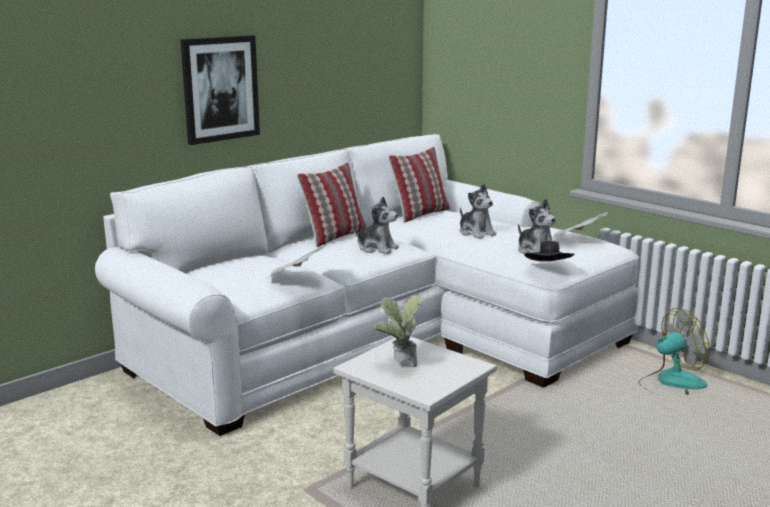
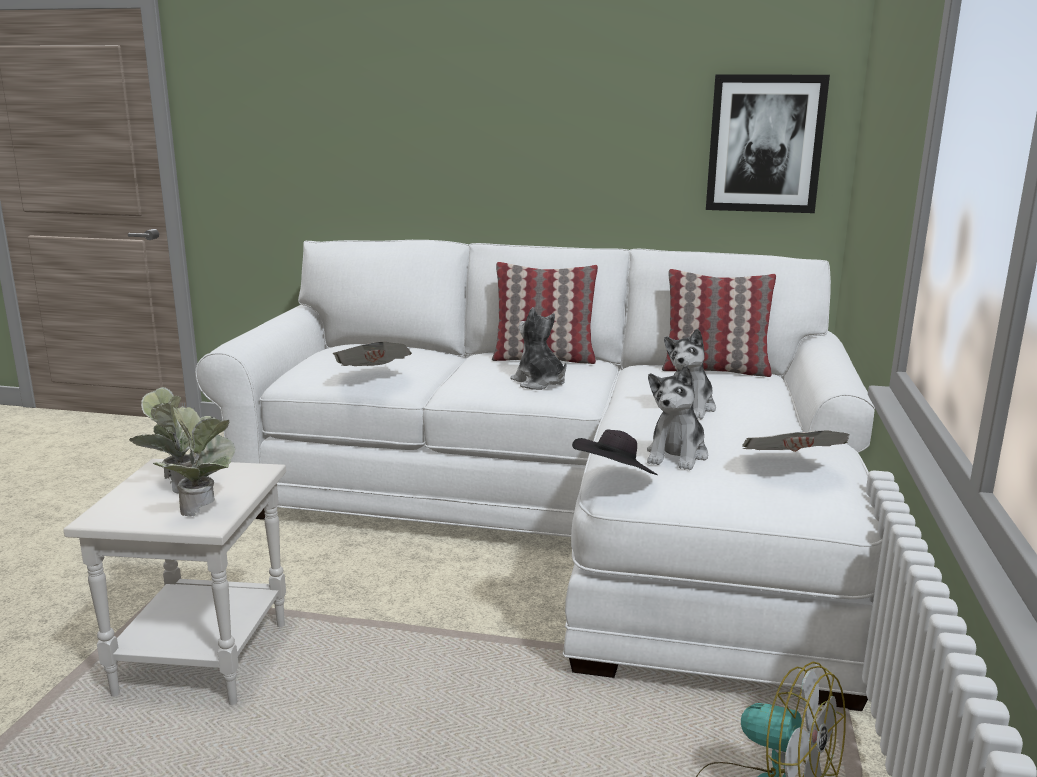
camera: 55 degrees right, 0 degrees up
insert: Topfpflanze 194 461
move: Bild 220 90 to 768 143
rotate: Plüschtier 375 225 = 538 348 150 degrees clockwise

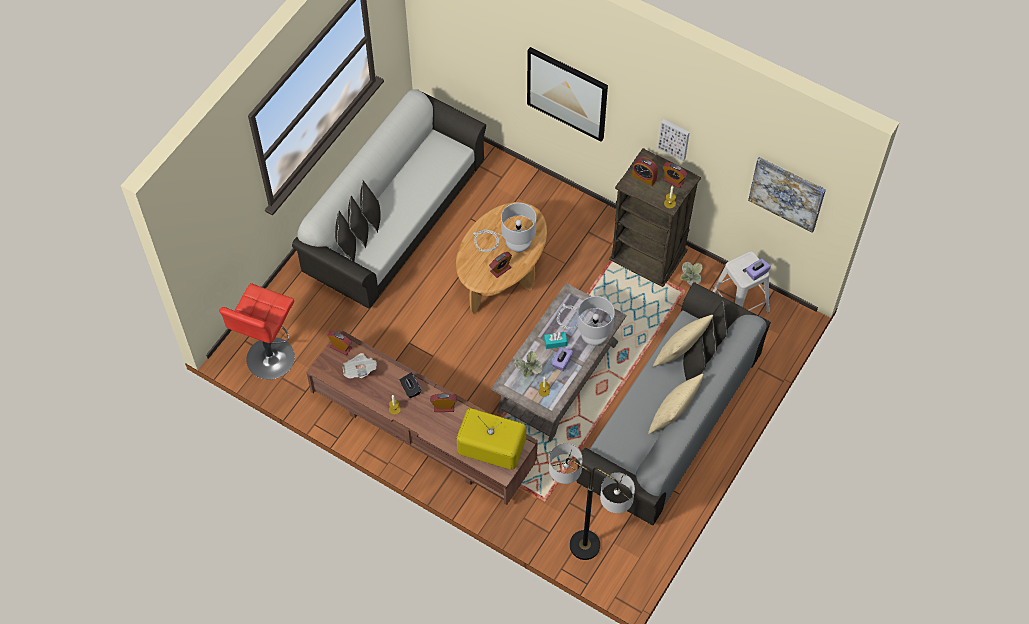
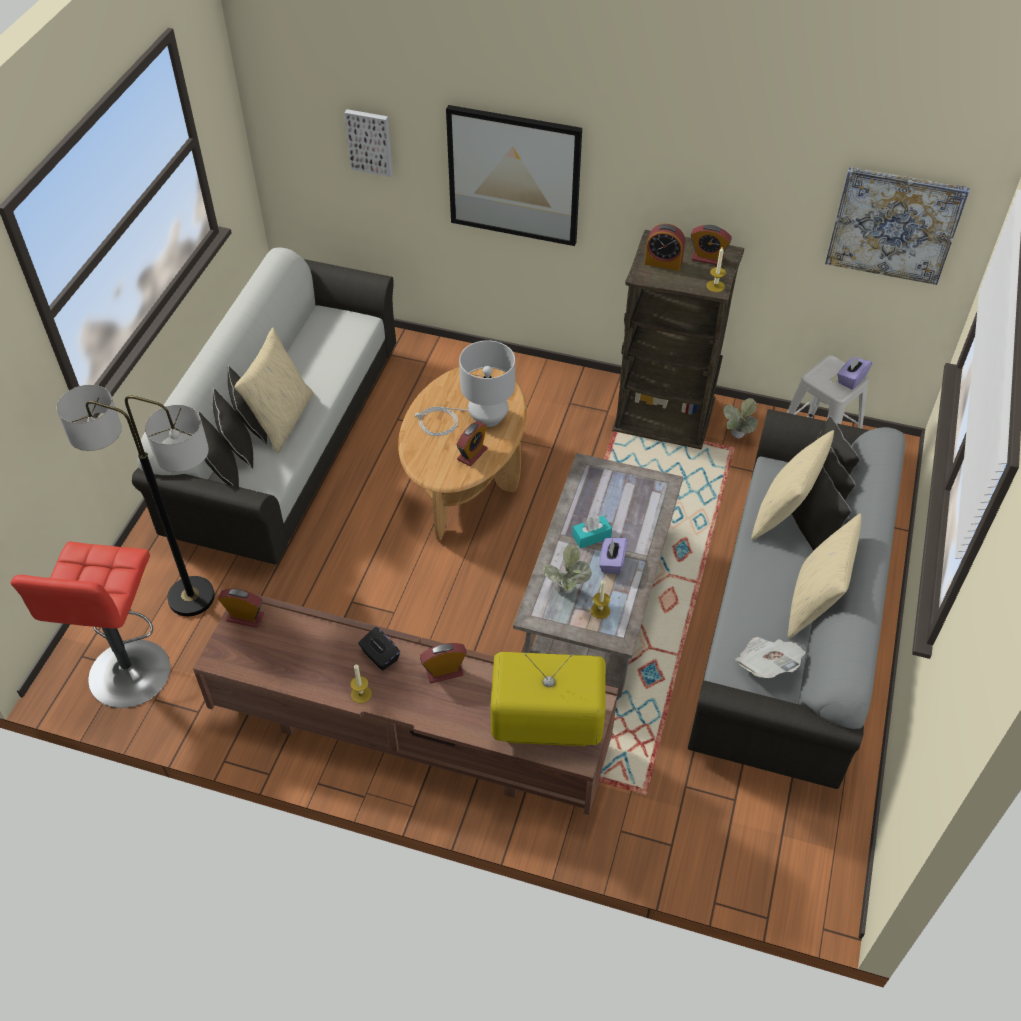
camera: 15 degrees left, 10 degrees down
delete: Tischlampe (grau) 586 321
insert: Kissen (beige) 273 391
move: Zeitung 360 365 to 770 657; Stehlampe 592 501 to 136 500; Bild 674 140 to 368 143

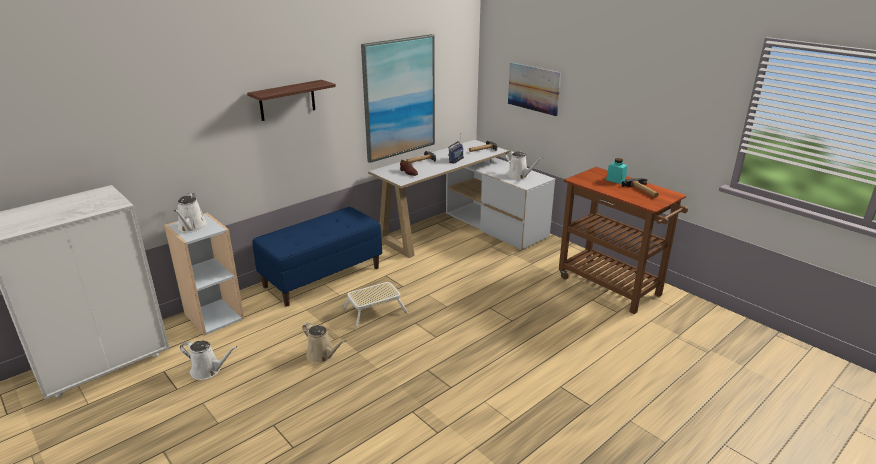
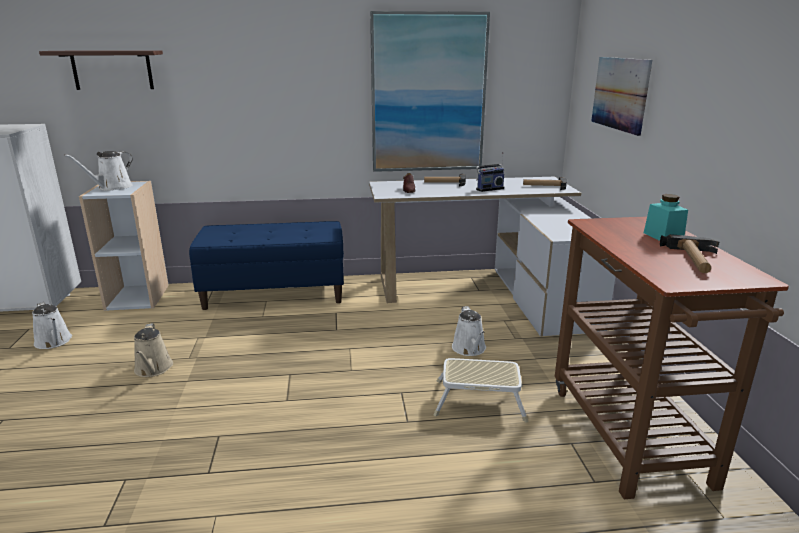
camera: 35 degrees right, 5 degrees down
move: Wandregal 291 100 to 101 70; Trittleiter (beige) 375 305 to 481 390; Gießkanne (weiß) 524 165 to 469 331

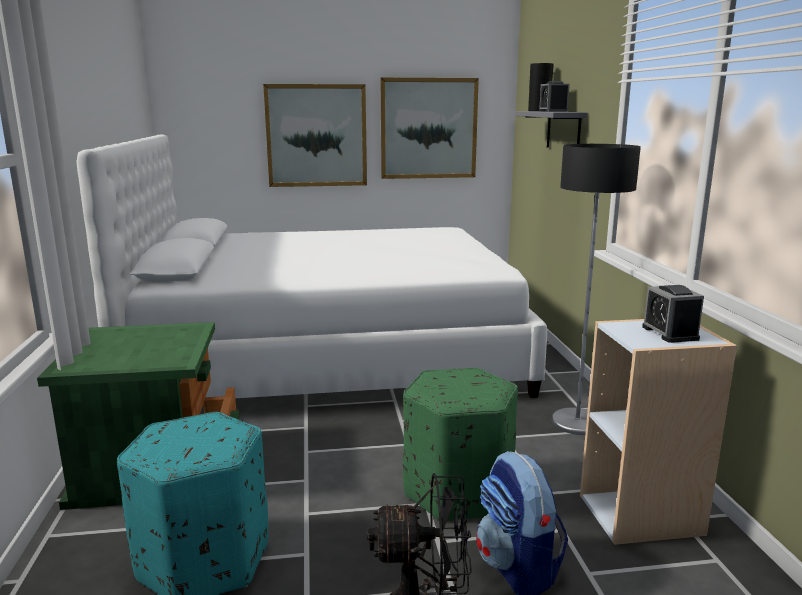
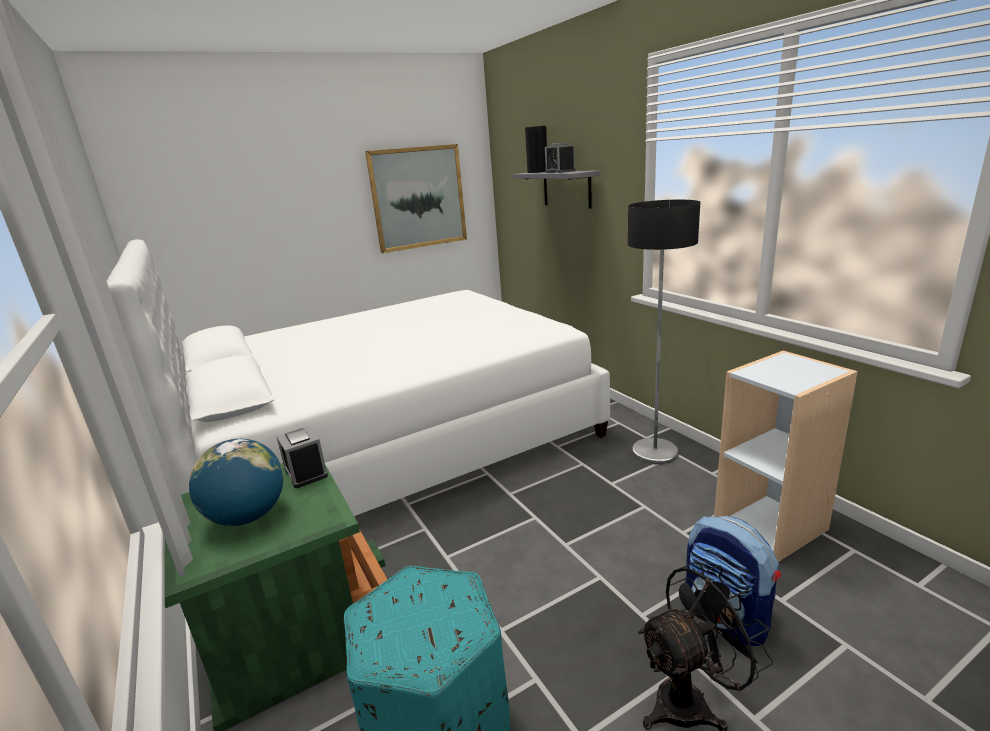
camera: 20 degrees left, 5 degrees up
delete: Bild 315 135; Polsterhocker (grün) 460 444
insert: Globus 236 482
move: Wecker 673 314 to 302 457

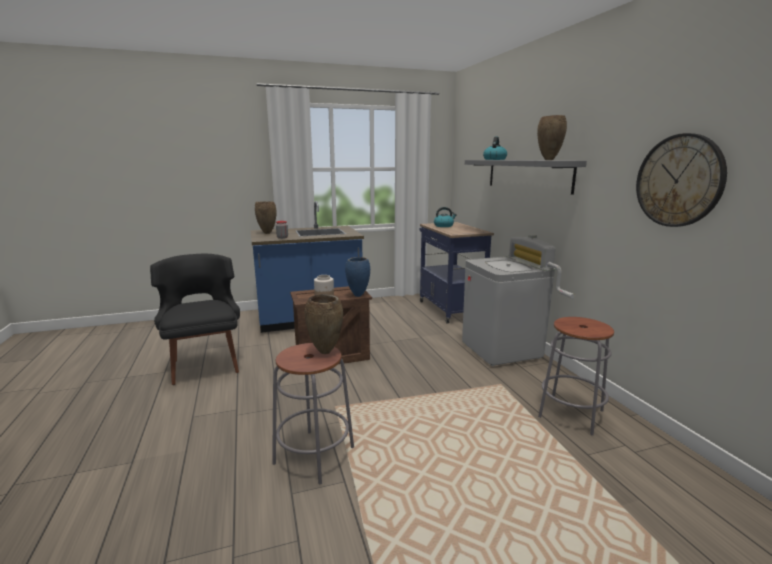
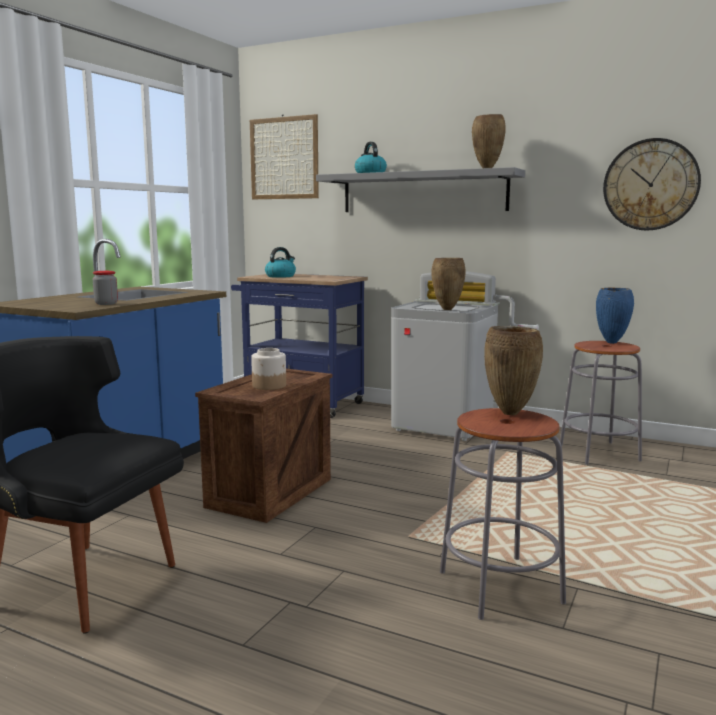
camera: 45 degrees left, 5 degrees down
insert: Bild 284 156
move: Vase (braun) 266 217 to 448 284; Vase (blau) 357 277 to 615 316

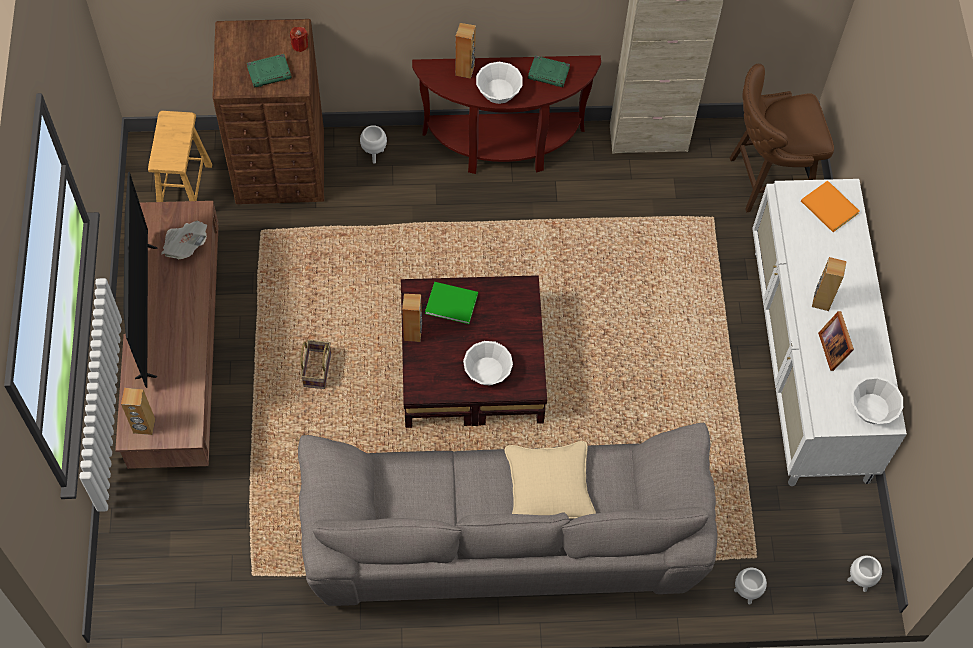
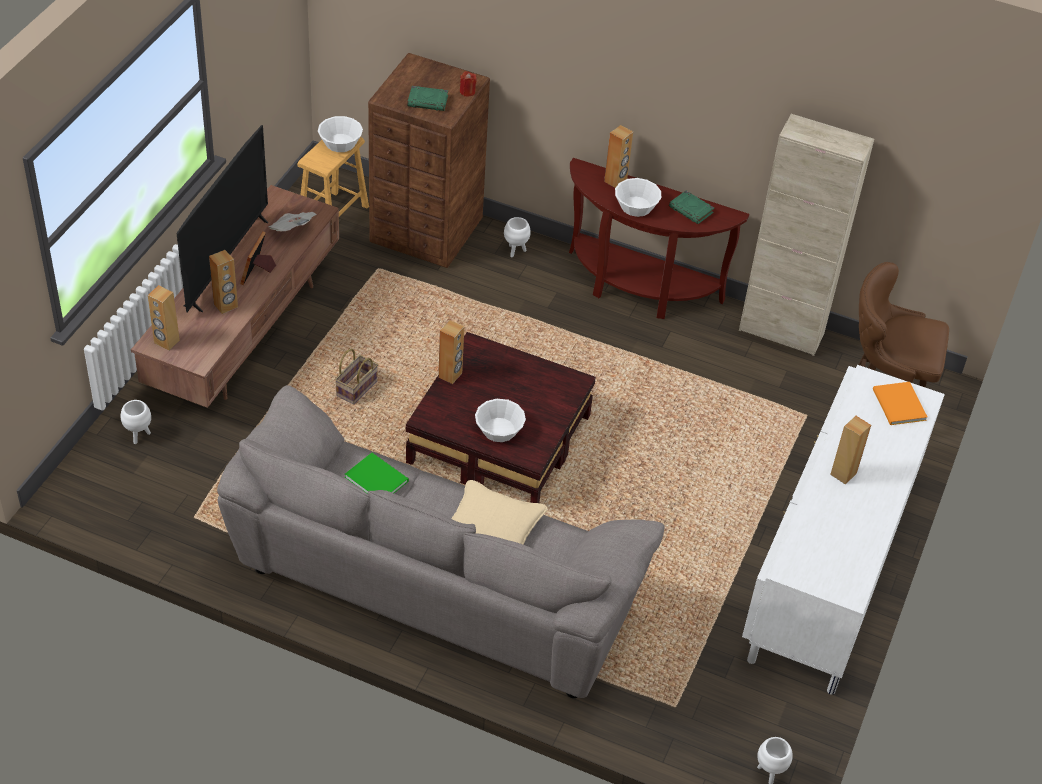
camera: 25 degrees right, 15 degrees down
insert: Lautsprecher (braun) 223 282
move: Buch (grün) 451 303 to 377 473; Pflanzkübel (weiß) 750 586 to 135 422; Bilderrahmen 836 341 to 258 258; Schüssel (weiß) 877 400 to 340 134

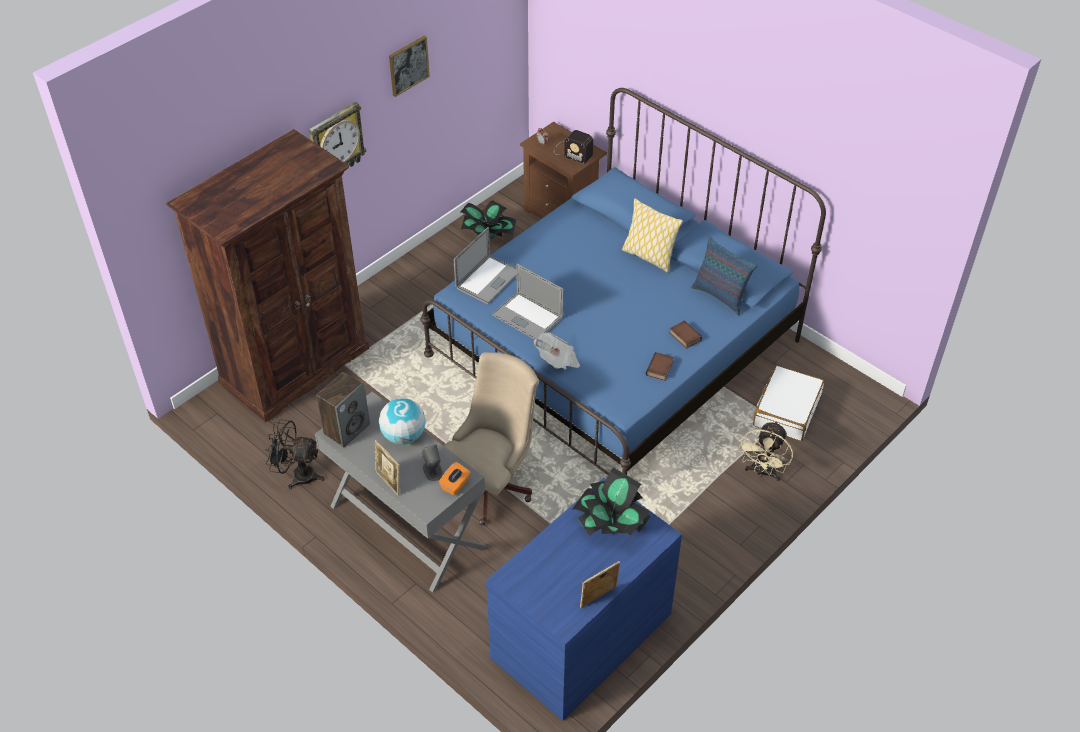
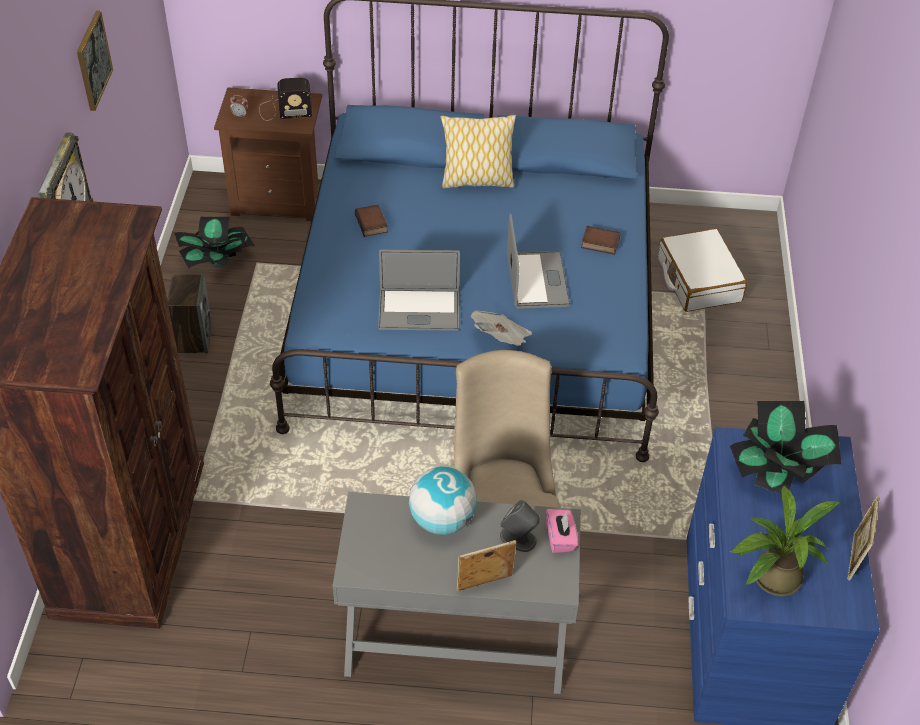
camera: 40 degrees left, 0 degrees up
delete: Ventilator (schwarz) 295 455; Kissen (blau) 724 276; Ventilator (beige) 765 451
insert: Topfpflanze 785 540
move: Lautsprecher 343 410 to 189 314; Laptop 485 265 to 538 261; Buch 660 366 to 371 220
recolor: Taschentuchbox (orange) 455 479 to Taschentuchbox (rosa) 561 531
rotate: Bilderrahmen 387 468 = 486 565 150 degrees clockwise

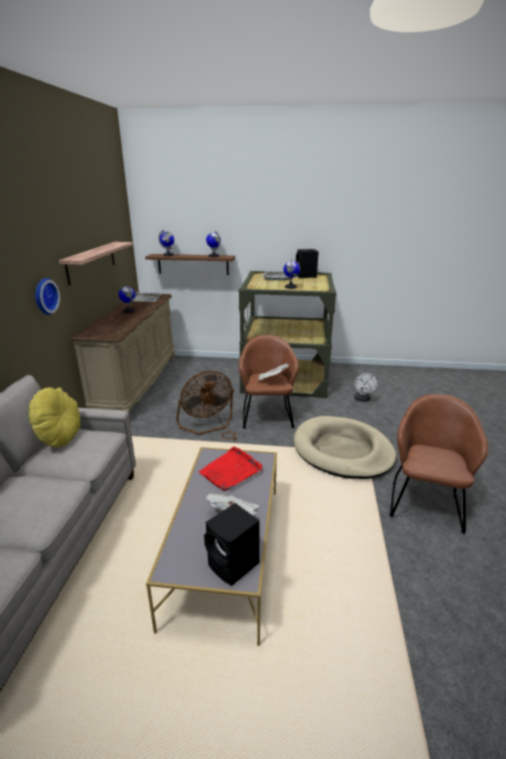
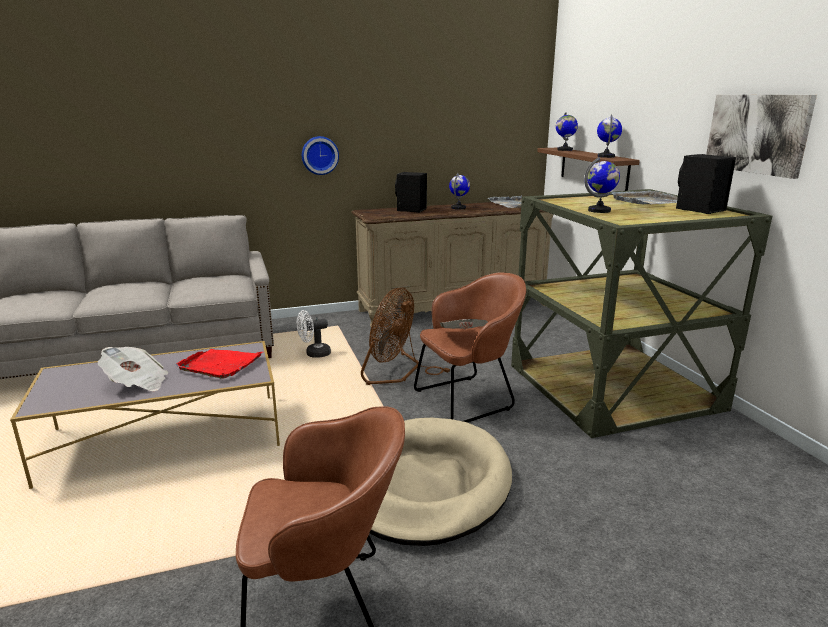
camera: 65 degrees right, 5 degrees down
delete: Kissen (gelb) 54 417; Wandregal 96 263
insert: Bild 761 136
move: Lautsprecher (schwarz) 232 544 to 411 192; Ventilator (weiß) 365 387 to 314 334
rotate: Ventilator (braun) 206 405 = 405 336 105 degrees counterclockwise

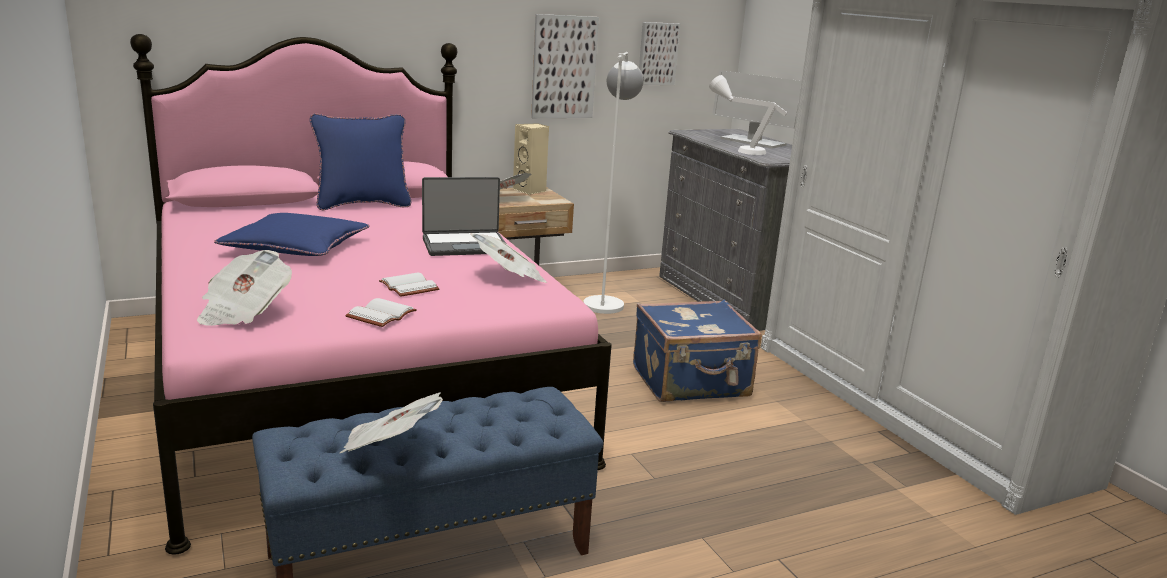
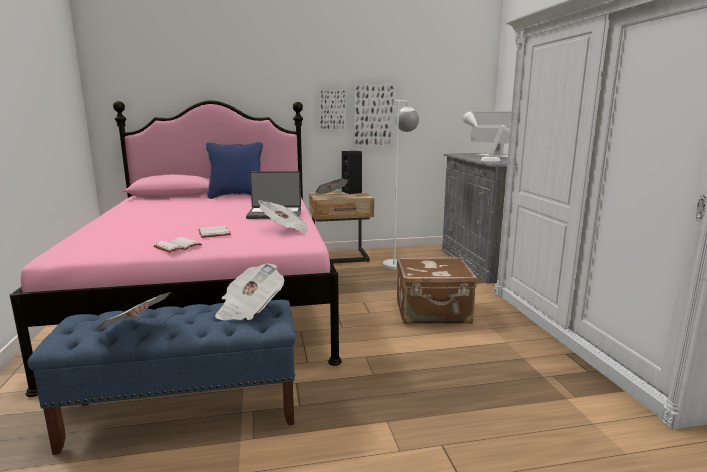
camera: 15 degrees right, 5 degrees down
delete: Kissen (blau) 292 234
move: Zeitung 244 288 to 249 291; Bild 659 53 to 332 110
recolor: Lautsprecher (beige) 531 159 to Lautsprecher (schwarz) 352 172; Koffer (blau) 697 351 to Koffer (braun) 437 290

